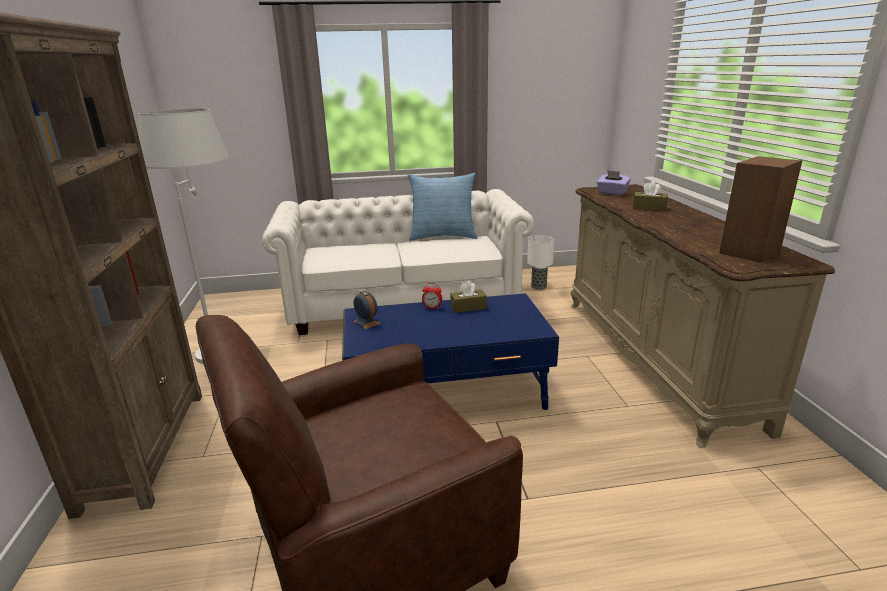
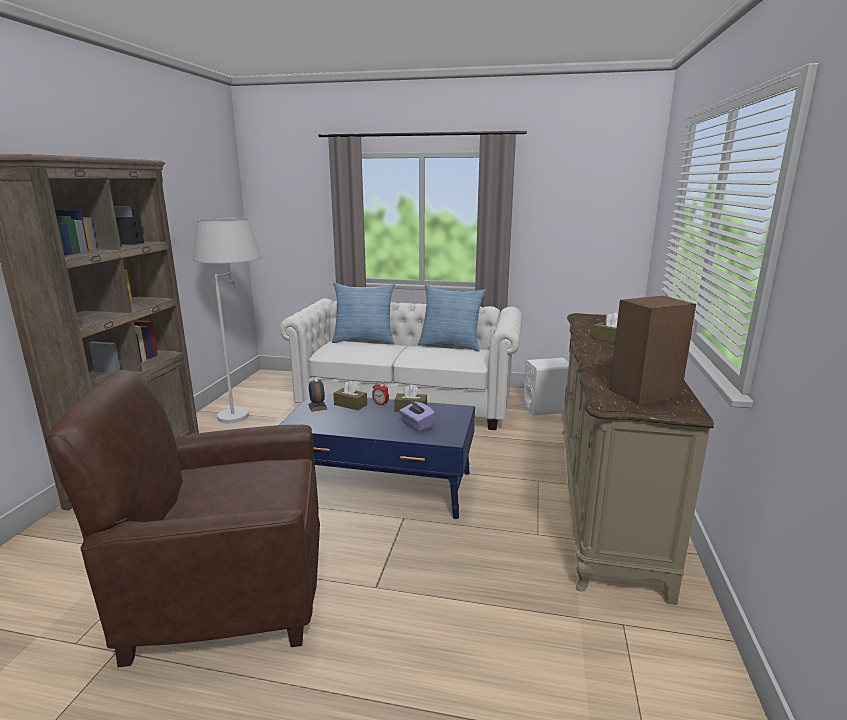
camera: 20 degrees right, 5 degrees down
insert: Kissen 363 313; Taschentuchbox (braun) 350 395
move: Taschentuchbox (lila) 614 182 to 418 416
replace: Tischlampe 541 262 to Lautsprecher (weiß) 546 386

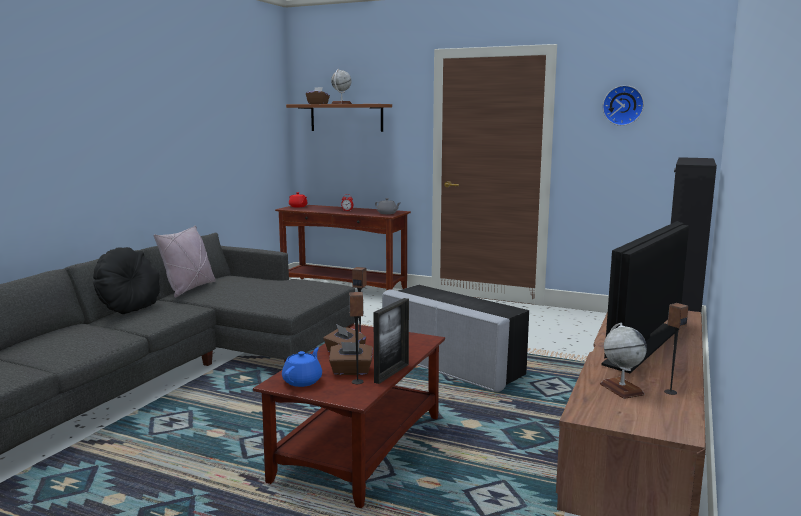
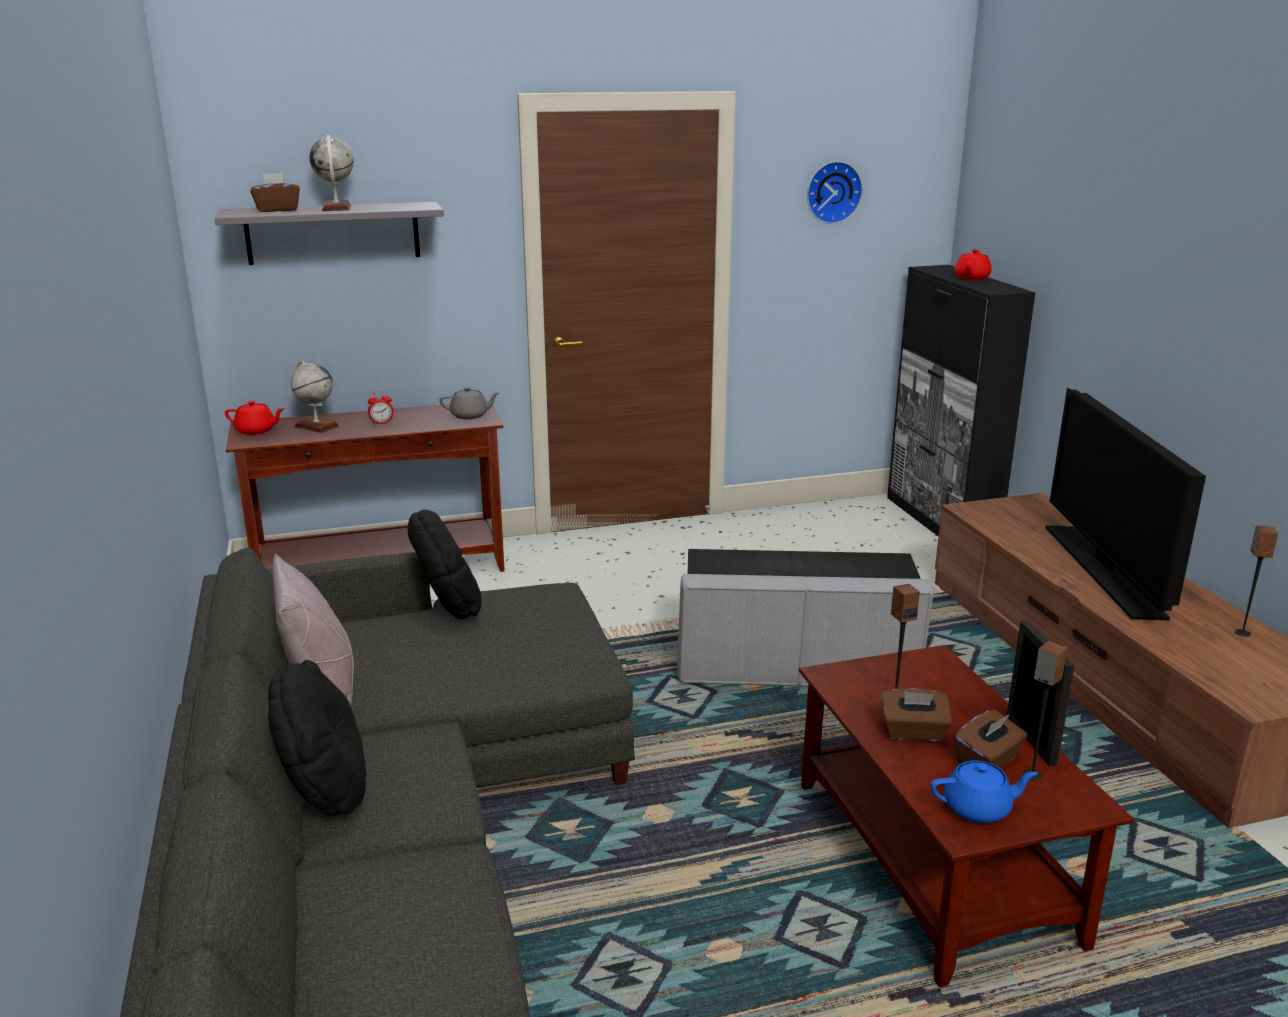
camera: 40 degrees left, 10 degrees up
insert: Kissen (schwarz) 445 564; Teekanne (rot) 973 264
move: Globus 623 361 to 315 396
recolor: Wandregal (braun) 339 118 to Wandregal (grau) 329 233
rotate: Teekanne (blau) 302 367 = 984 791 105 degrees clockwise

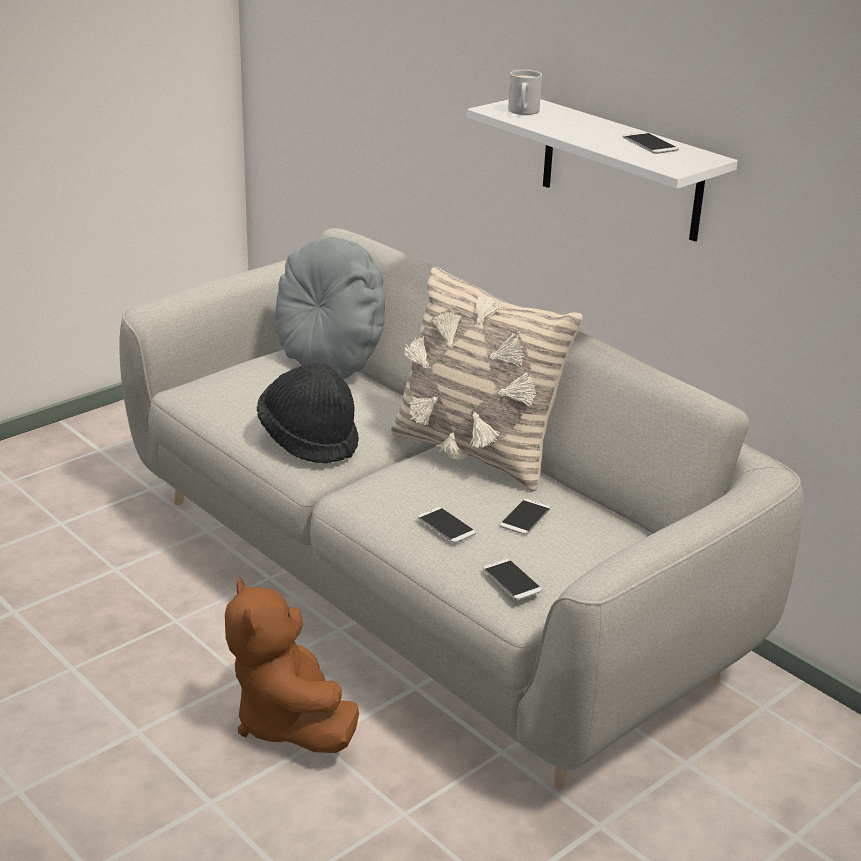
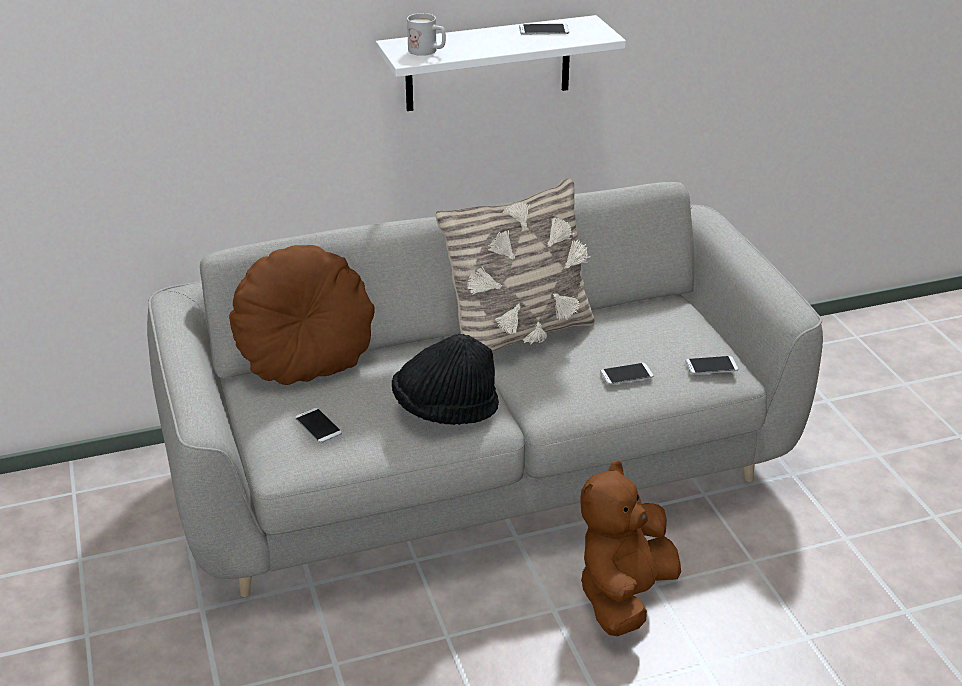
camera: 65 degrees left, 5 degrees up
move: Handy 525 517 to 318 425
recolor: Kissen (grau) 330 308 to Kissen (braun) 302 315
rotate: Plüschtier (braun) 292 665 = 630 548 120 degrees clockwise

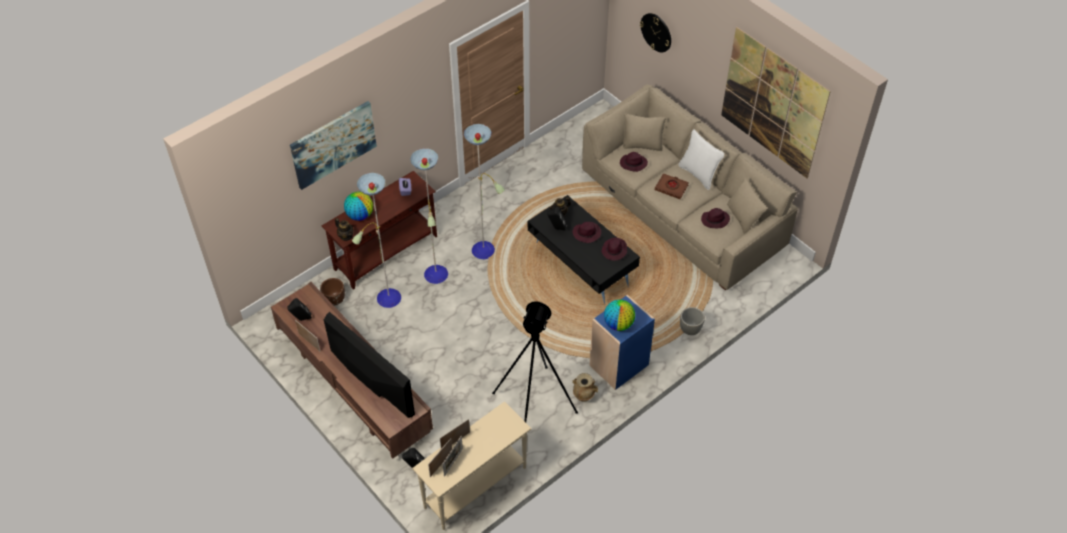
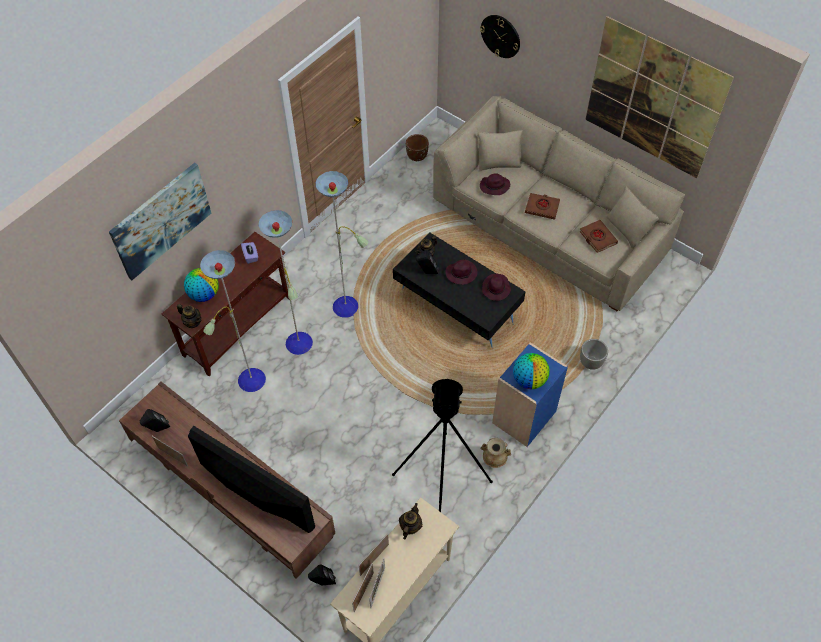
camera: 10 degrees left, 5 degrees up
delete: Kissen (weiß) 701 160
insert: Teekanne 410 521
move: Pflanzkübel (braun) 332 292 to 417 147
replace: Hut (lila) 715 218 to Buch (braun) 598 236

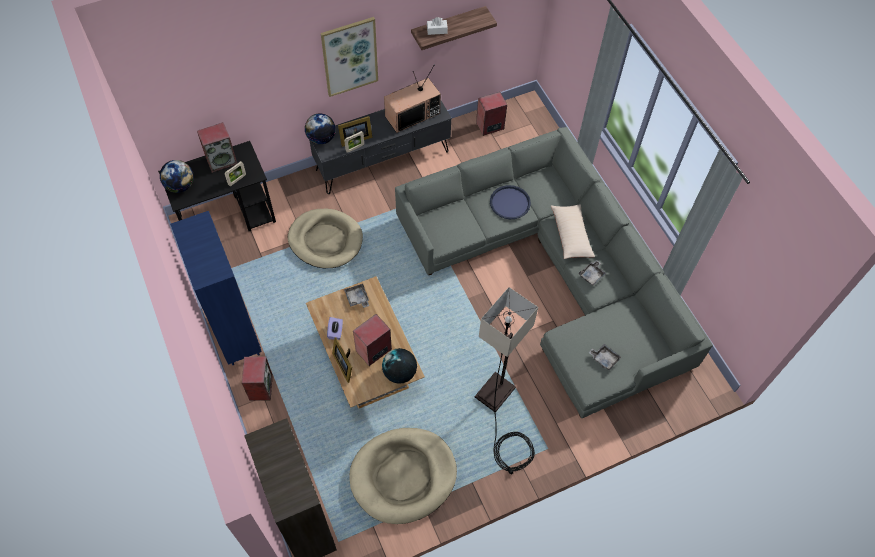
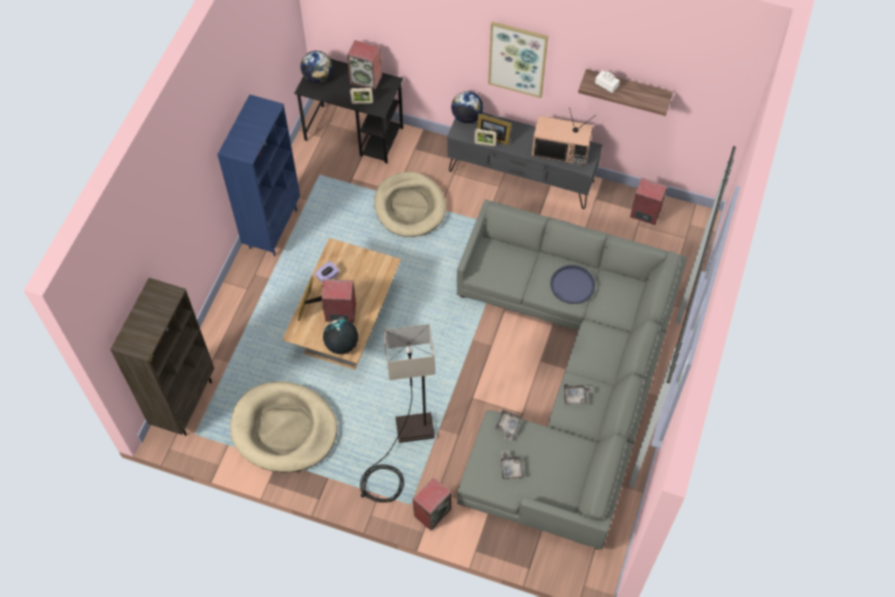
camera: 45 degrees right, 0 degrees up
delete: Kissen (beige) 573 232
move: Lautsprecher 257 378 to 432 504; Tablett (grau) 356 295 to 508 424

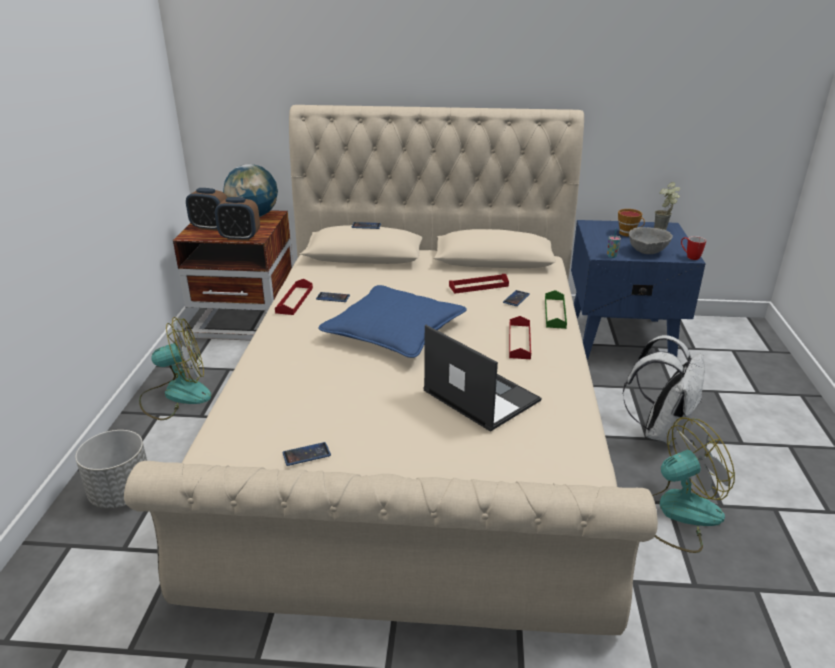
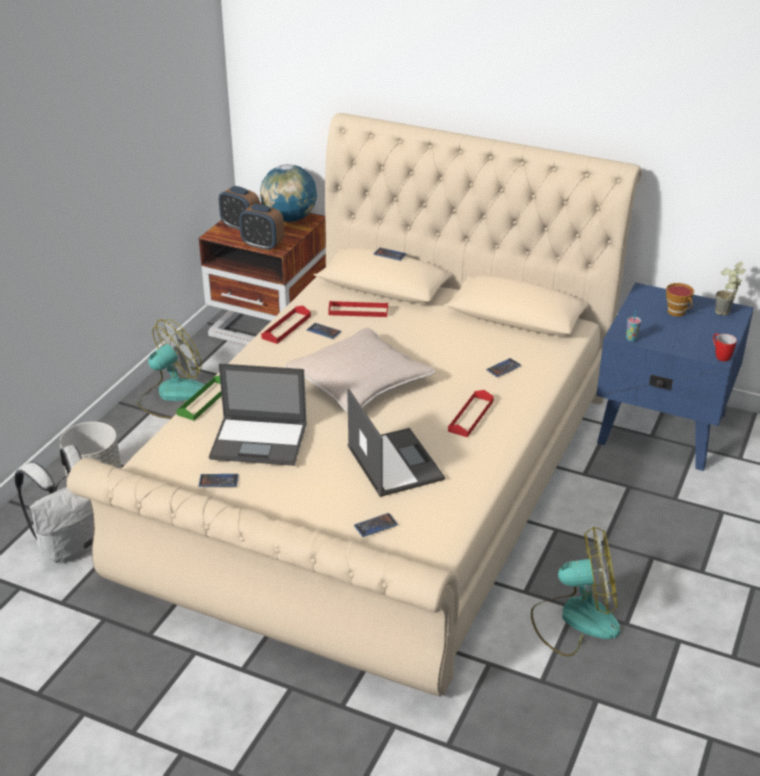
camera: 20 degrees right, 5 degrees up
delete: Schüssel (grau) 651 240
insert: Laptop 258 414; Handy 376 525
move: Tablett (rot) 479 284 to 358 309; Tablett (grün) 556 309 to 199 398; Rucksack (weiß) 664 390 to 54 504
recolor: Kissen (blau) 392 321 to Kissen (beige) 360 370
rotate: Ventilator 175 368 = 171 369 45 degrees counterclockwise

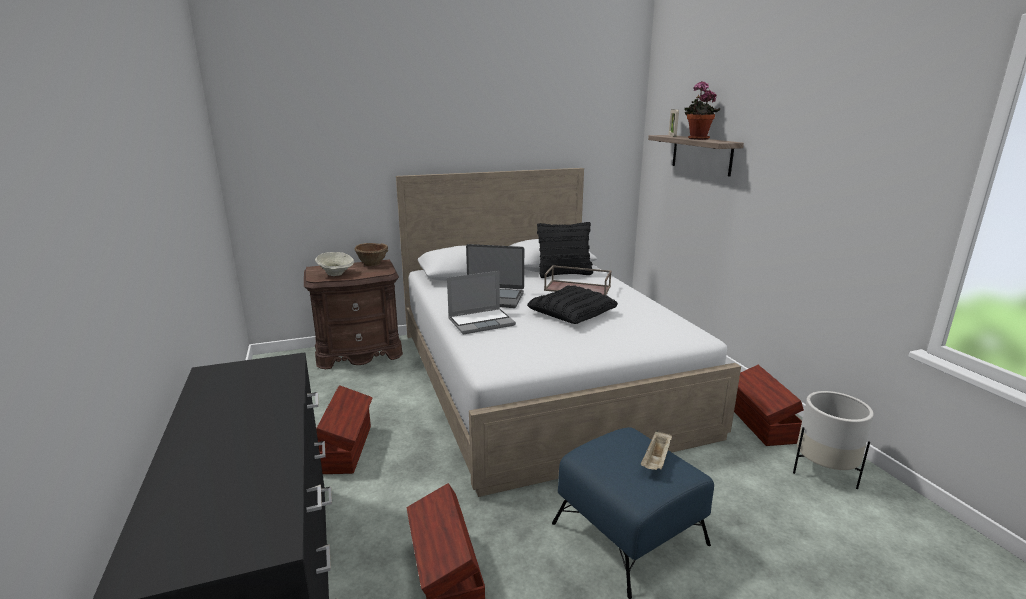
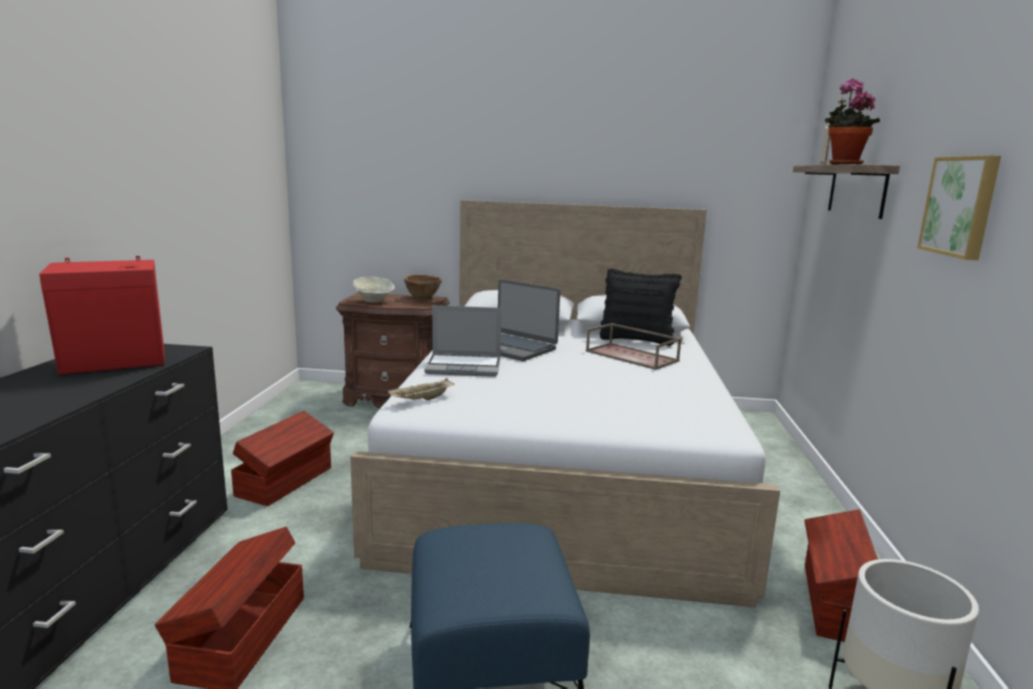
camera: 25 degrees right, 5 degrees down
delete: Kissen (schwarz) 572 304
insert: Lautsprecher (rot) 101 315; Bild 959 207
move: Tablett (beige) 656 450 to 421 389

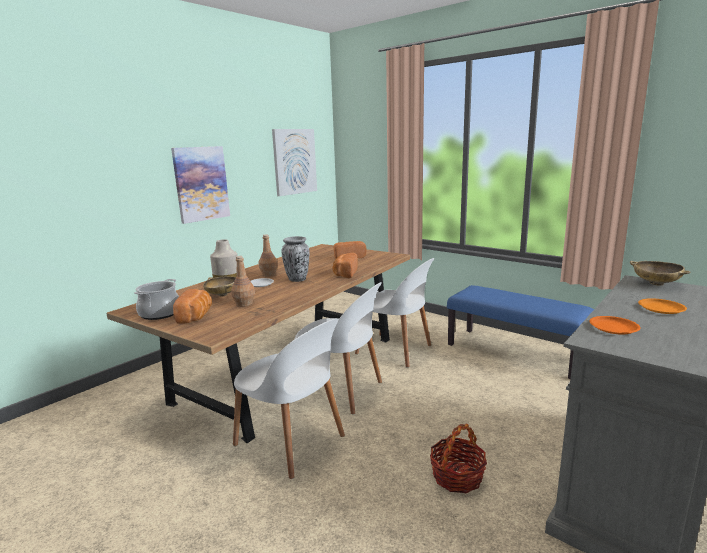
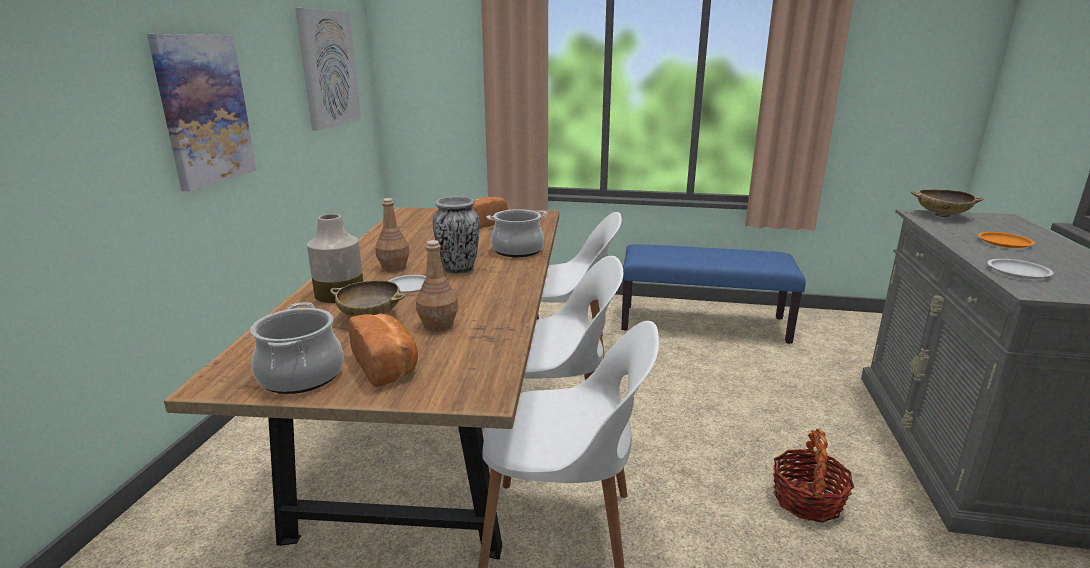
camera: 30 degrees left, 5 degrees up
replace: Brot 345 265 to Kochtopf 517 233
recolor: Teller (orange) 614 325 to Teller (weiß) 1021 269

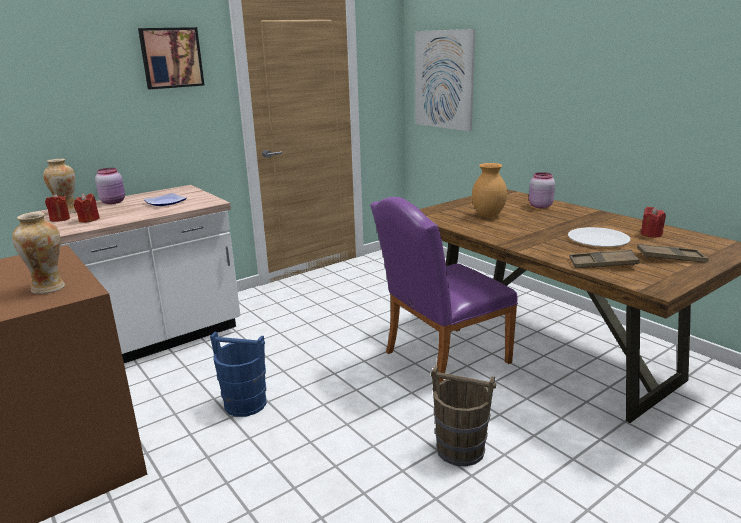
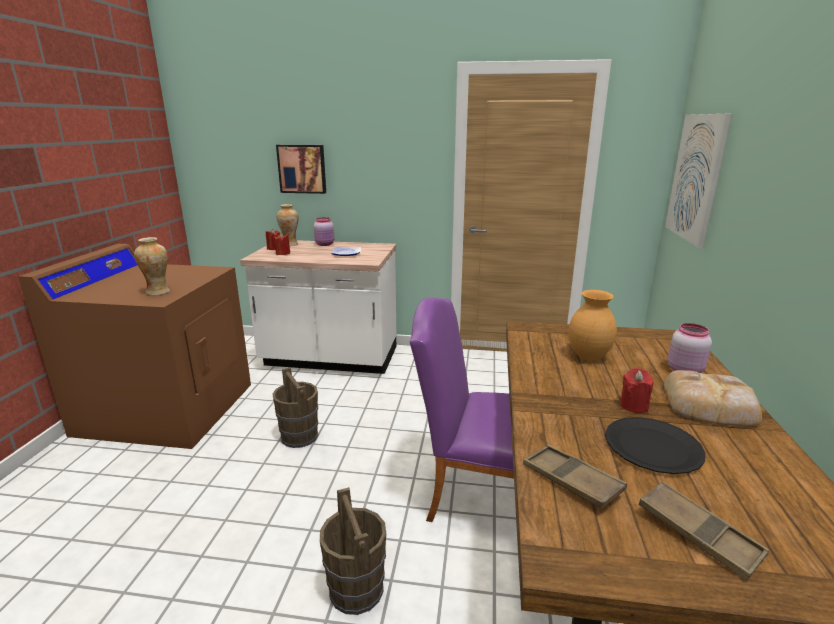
camera: 45 degrees right, 0 degrees up
insert: Brot 713 398
move: Bild 171 58 to 301 169; Kerze (rot) 653 222 to 637 390
recolor: Eimer (blau) 238 374 to Eimer (braun) 295 407; Teller (weiß) 599 237 to Teller (schwarz) 655 445

